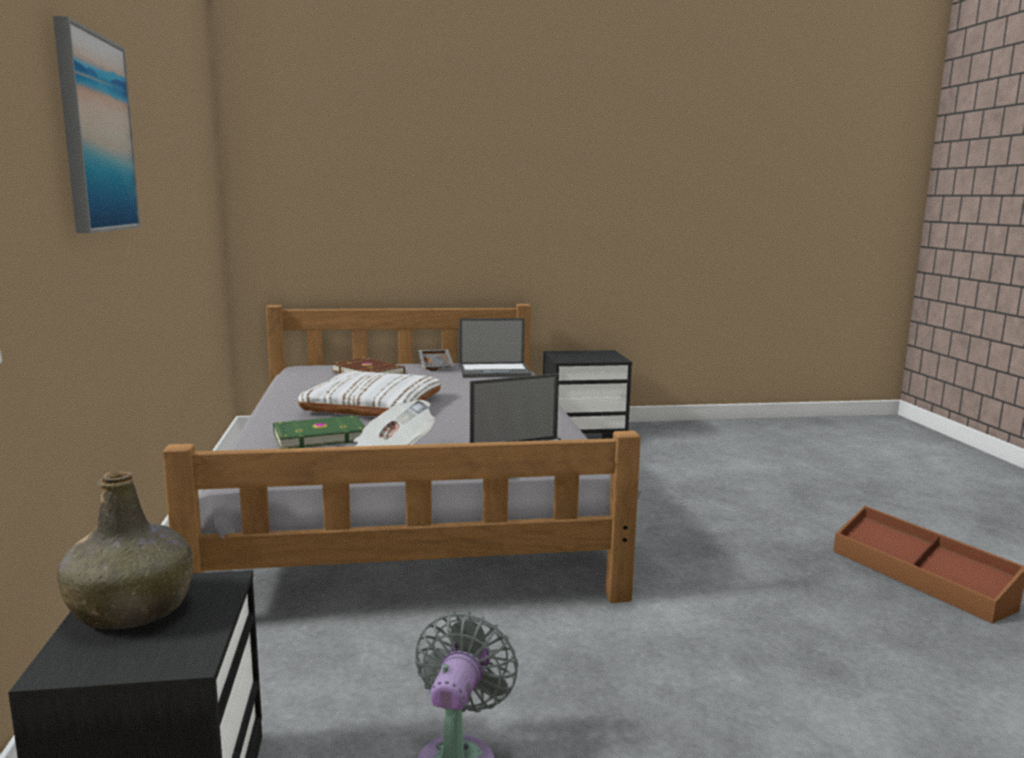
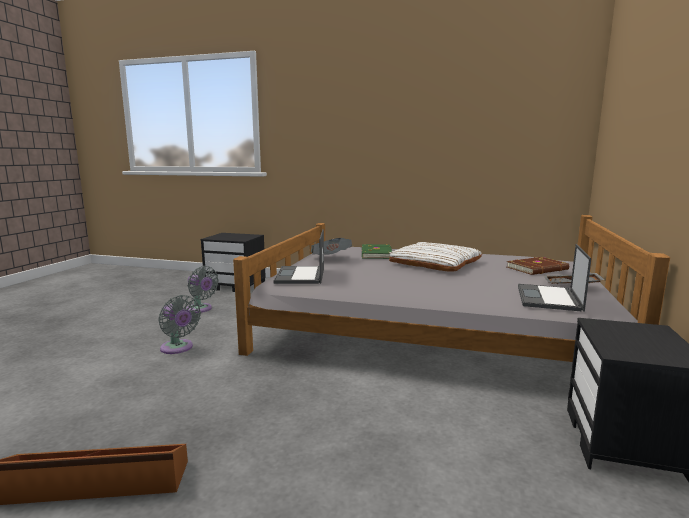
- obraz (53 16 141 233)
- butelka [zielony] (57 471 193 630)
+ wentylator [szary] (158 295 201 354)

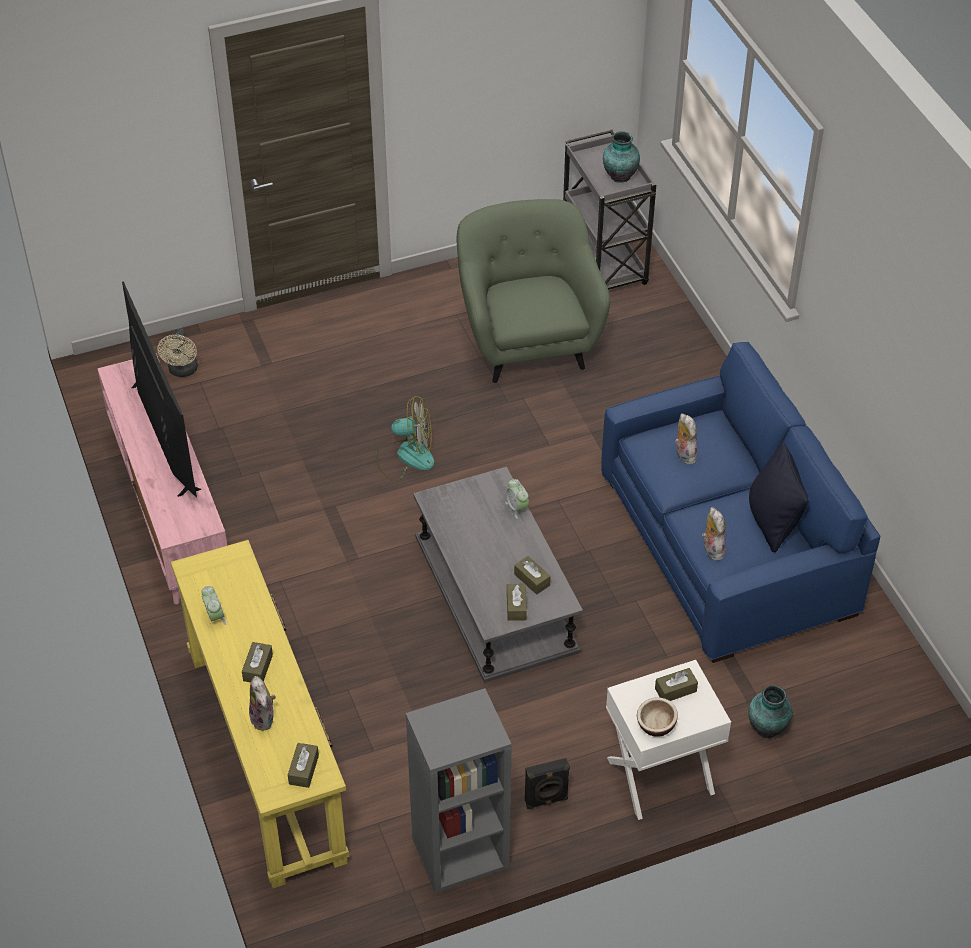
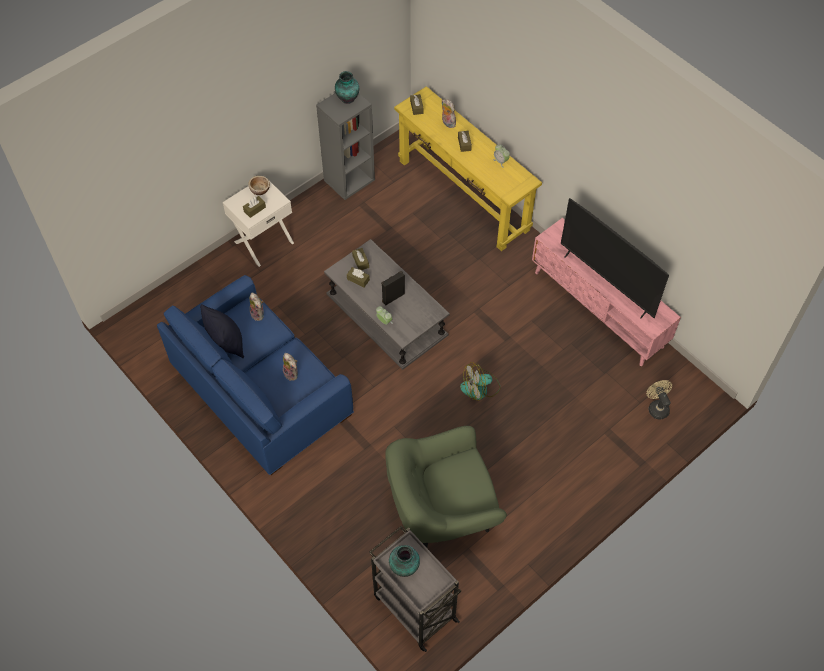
~ głośnik [czarny] (525 758 570 809) to (381 271 405 305)
~ wazon (748 685 793 738) to (335 71 359 104)
~ fotel [zielony] (457 199 610 383) = (385 426 507 548) 105 degrees clockwise

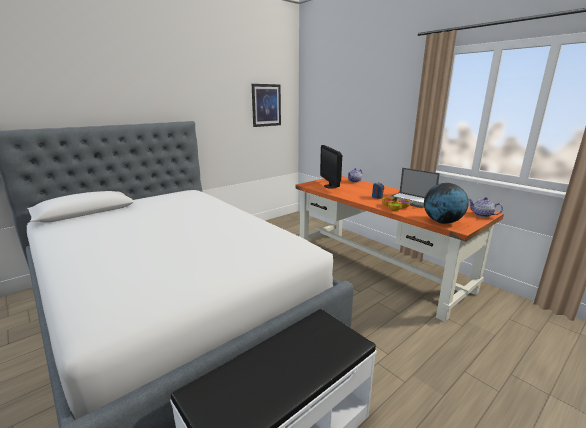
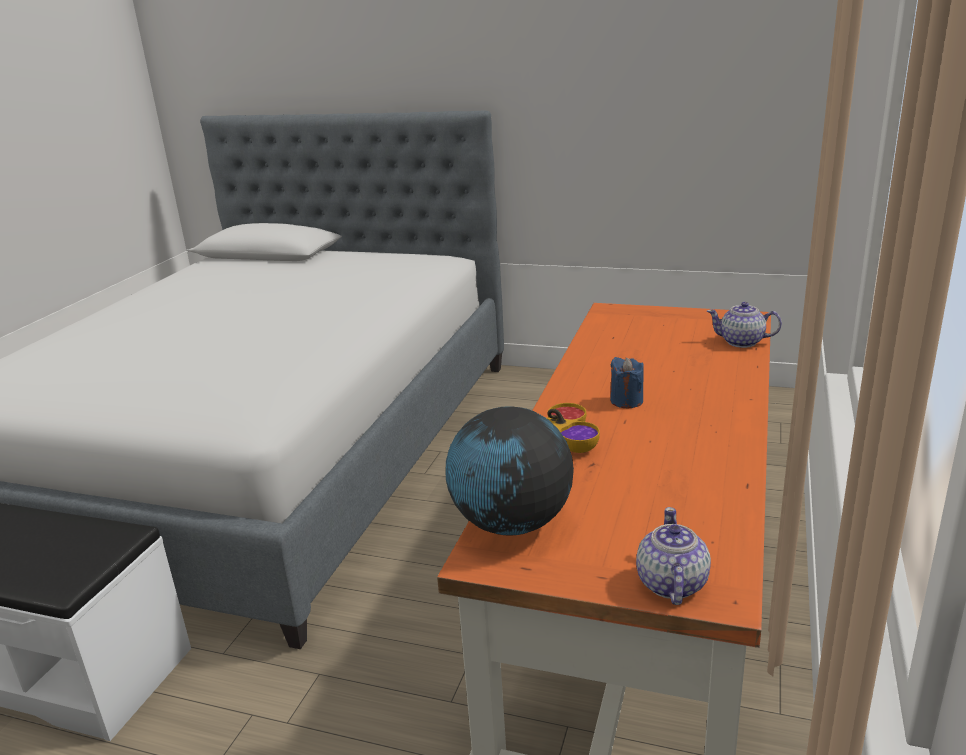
- obraz (252 84 281 127)
- monitor (320 145 342 189)
- laptop (387 168 440 208)

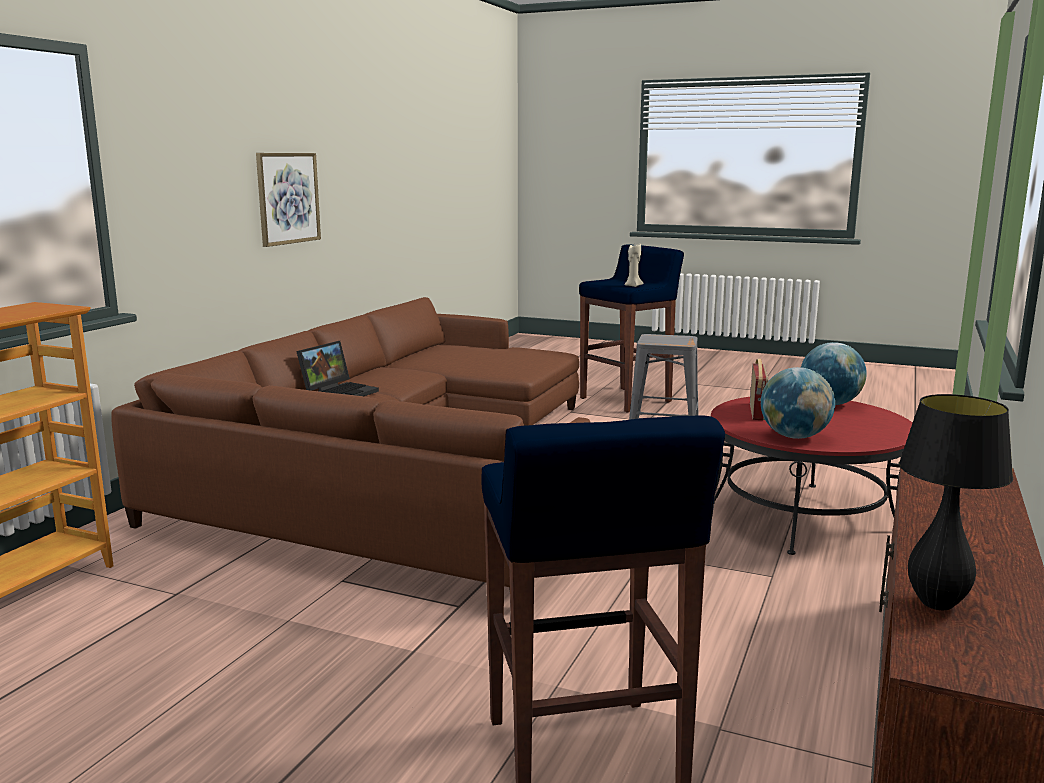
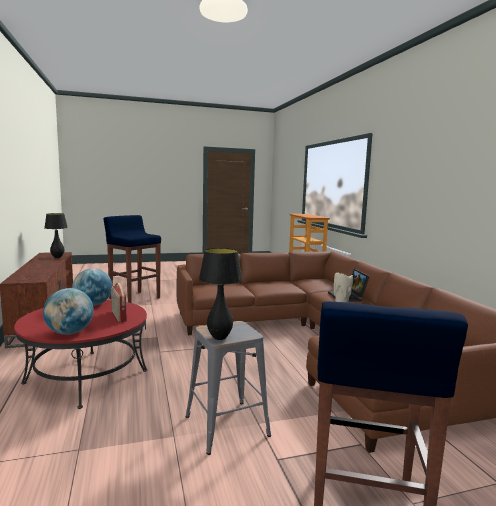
- obraz (256 153 321 247)
+ lampa stołowa [czarny] (199 248 242 340)

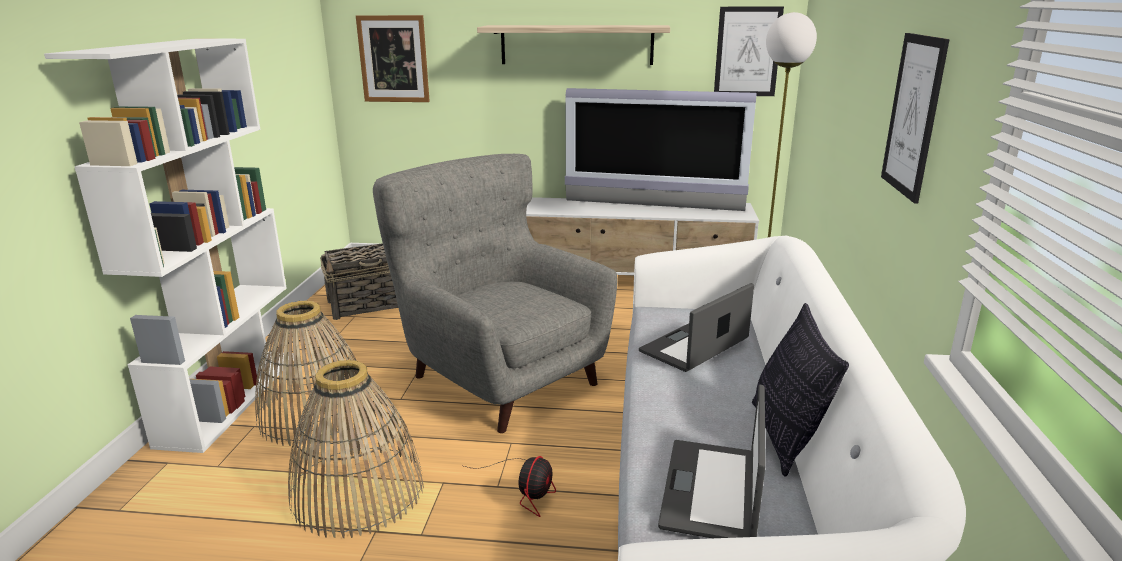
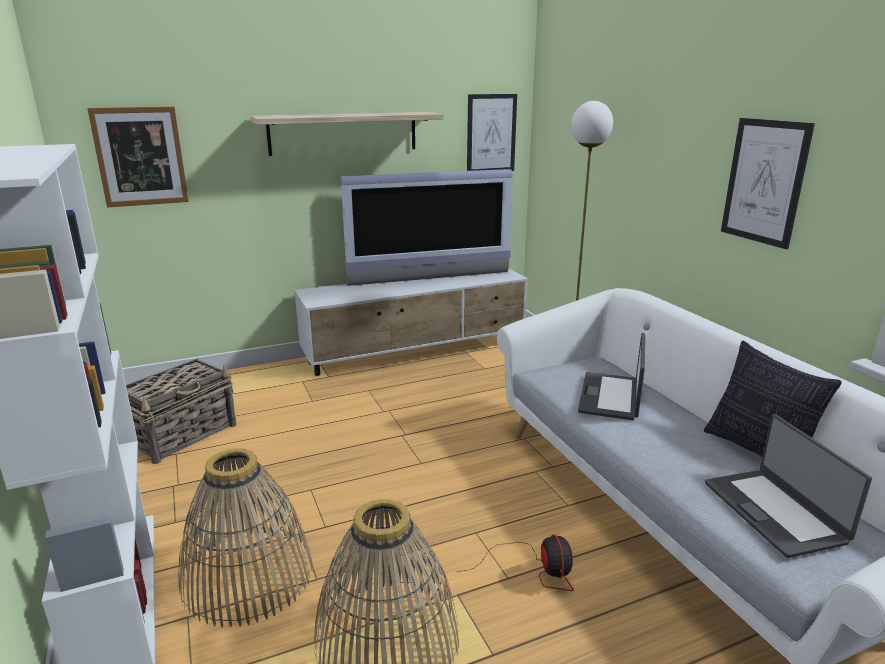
- fotel [szary] (373 154 617 433)

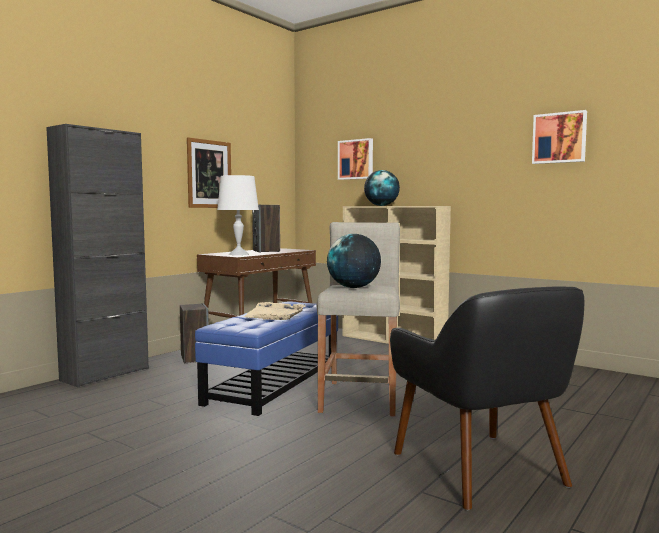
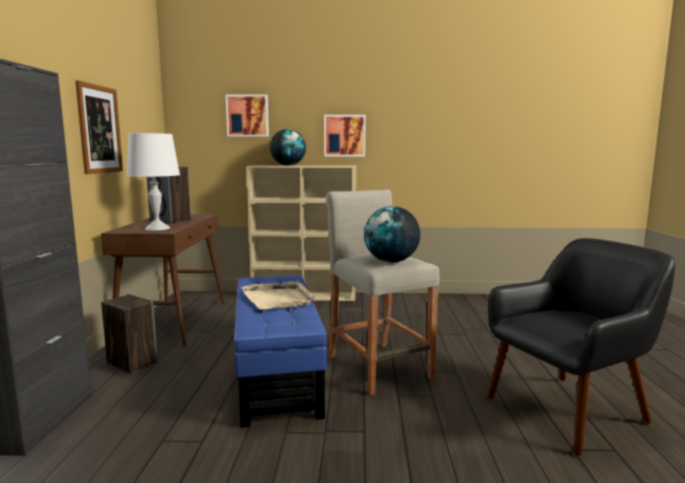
~ obraz (532 110 587 164) to (324 115 366 156)
~ fotel [czarny] (390 286 584 510) = (487 238 675 456) 60 degrees counterclockwise

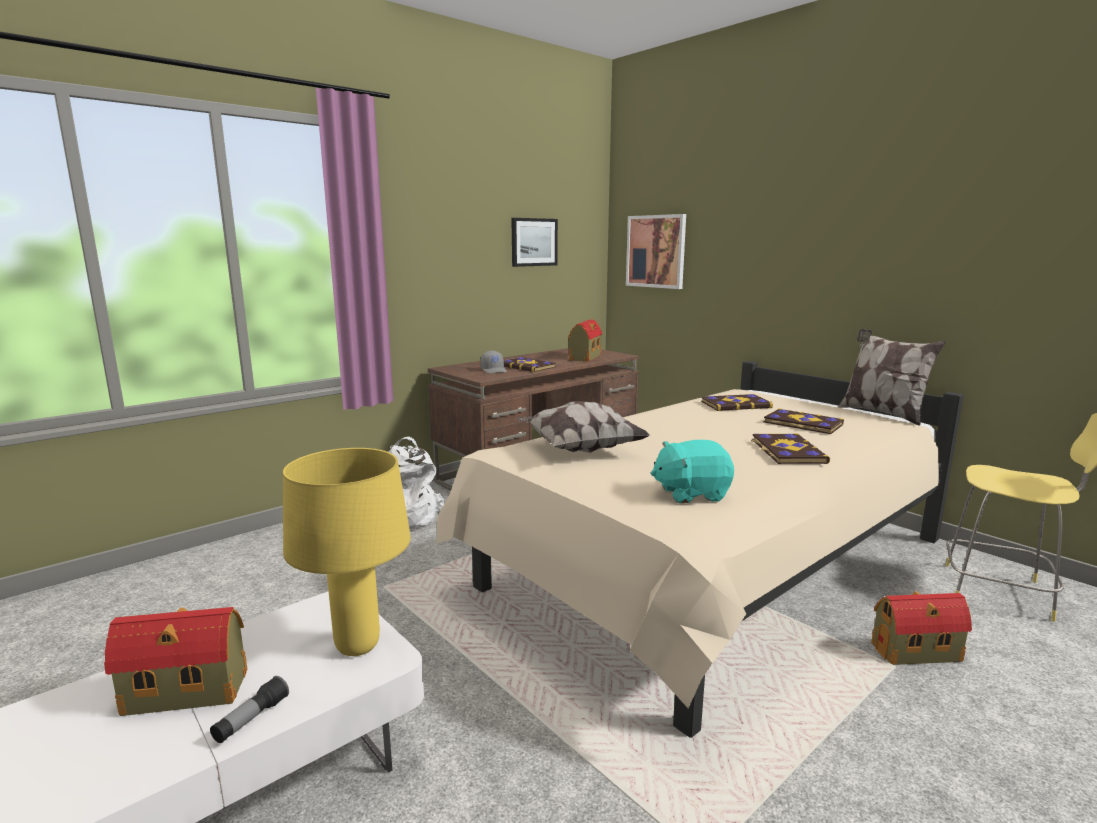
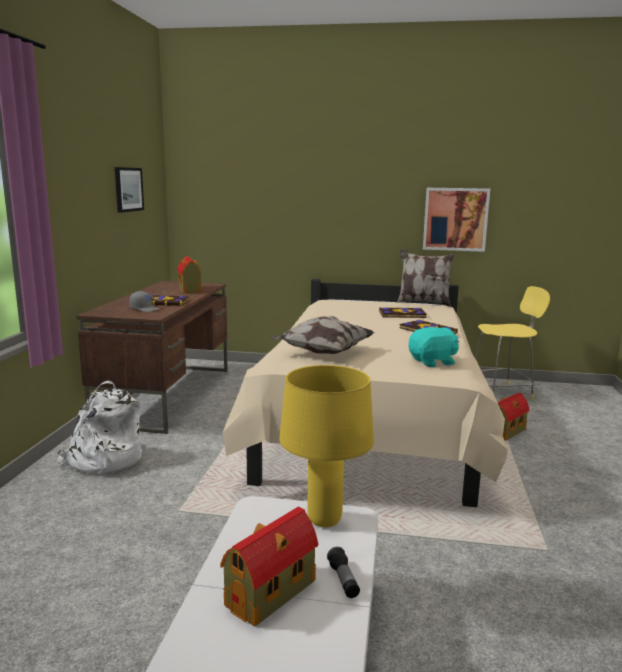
- książka (701 394 773 411)
~ obraz (626 214 686 289) to (423 188 490 252)
~ pluszak [turkusowy] (651 440 734 503) = (409 327 459 367) 150 degrees counterclockwise

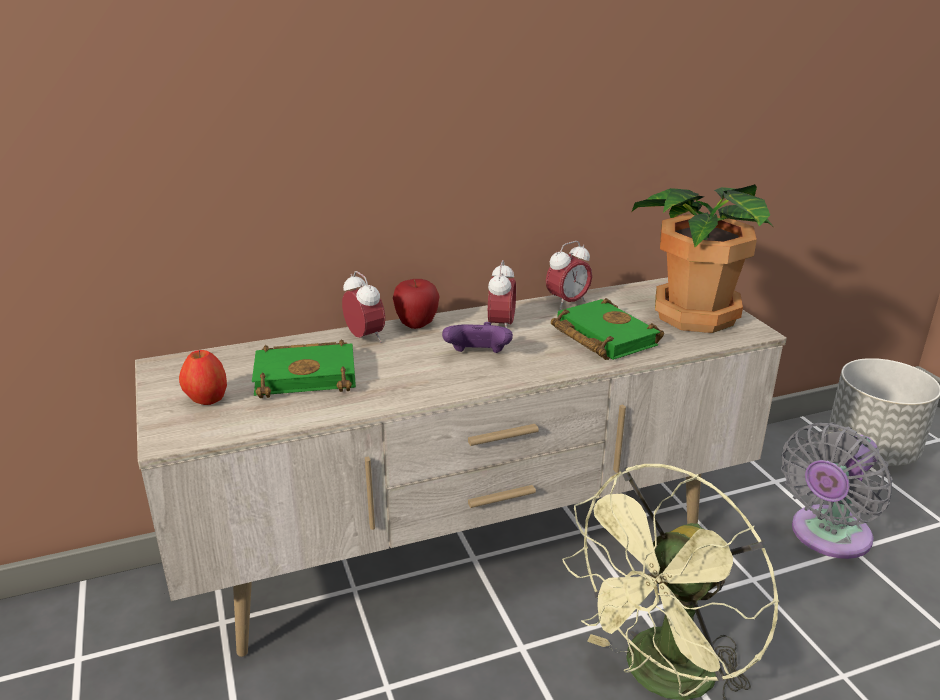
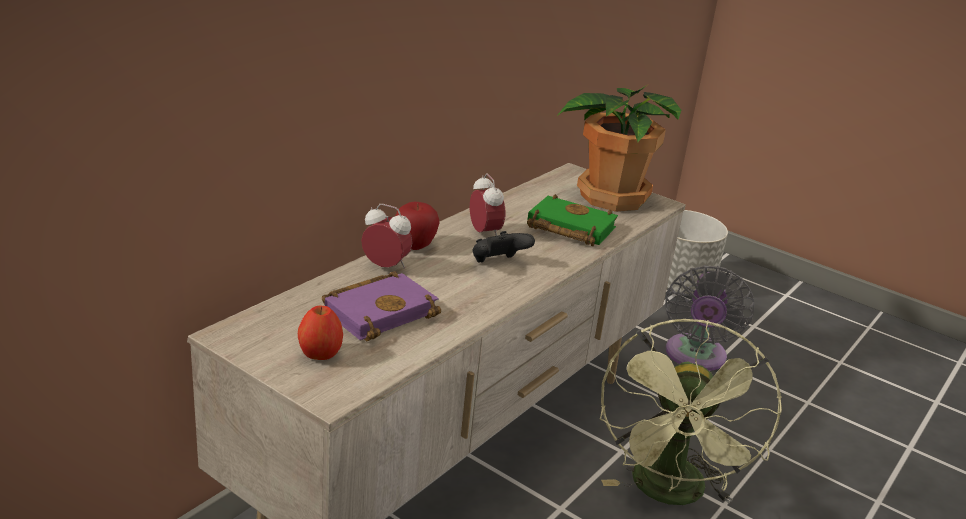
- budzik (546 241 592 310)
~ książka [zielony] (252 339 356 398) to książka [fioletowy] (322 271 441 341)
~ pad do gier [fioletowy] (442 322 513 353) to pad do gier [czarny] (472 231 535 263)

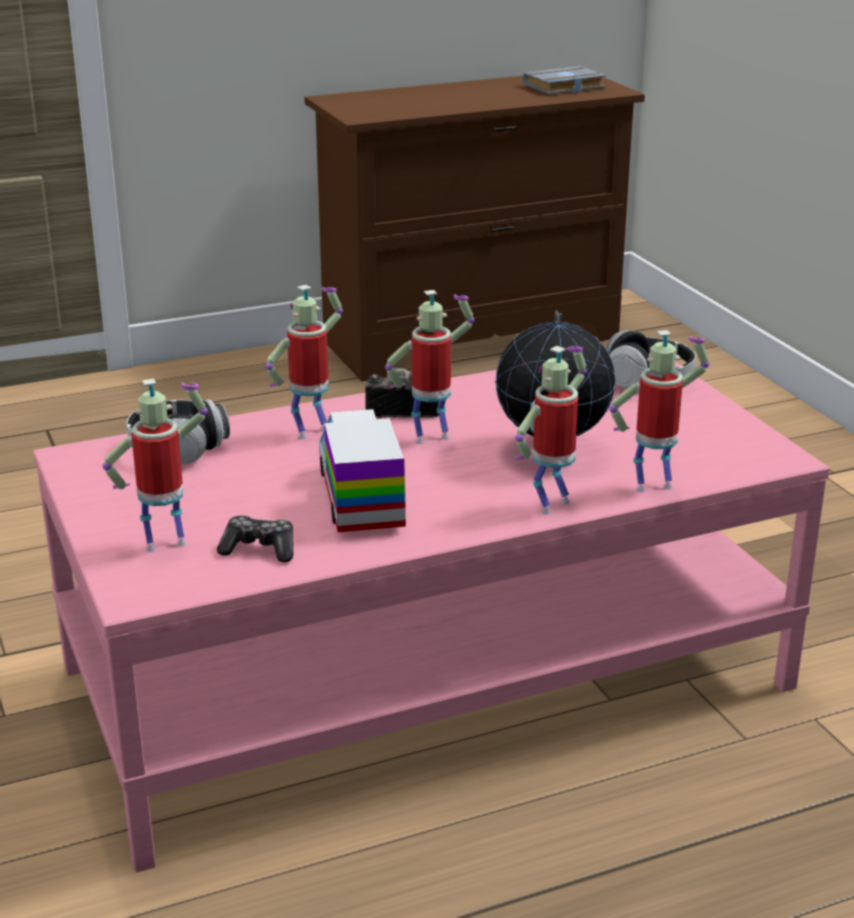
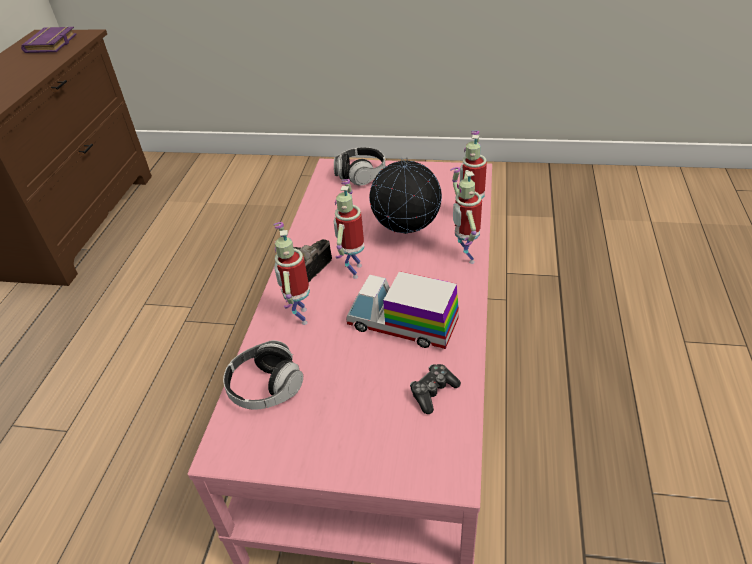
- robot zabawkowy (103 379 208 552)
~ książka [szary] (523 66 606 94) to książka [fioletowy] (21 27 77 53)

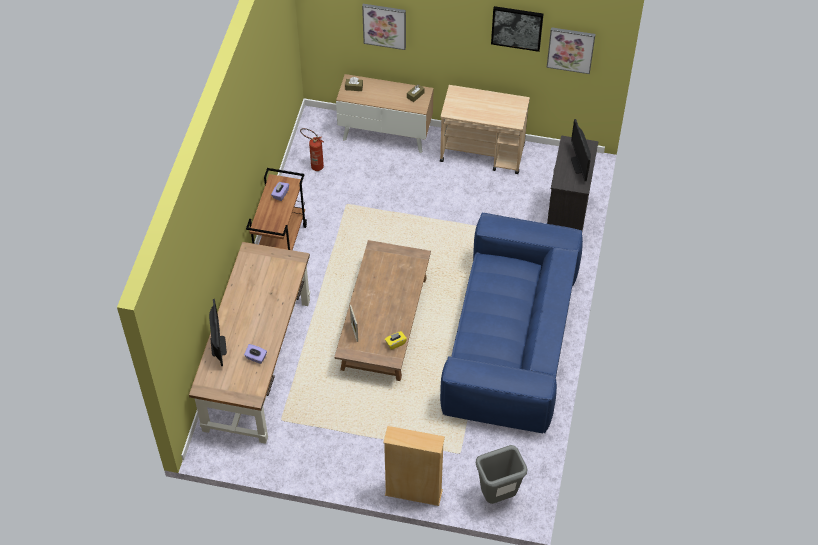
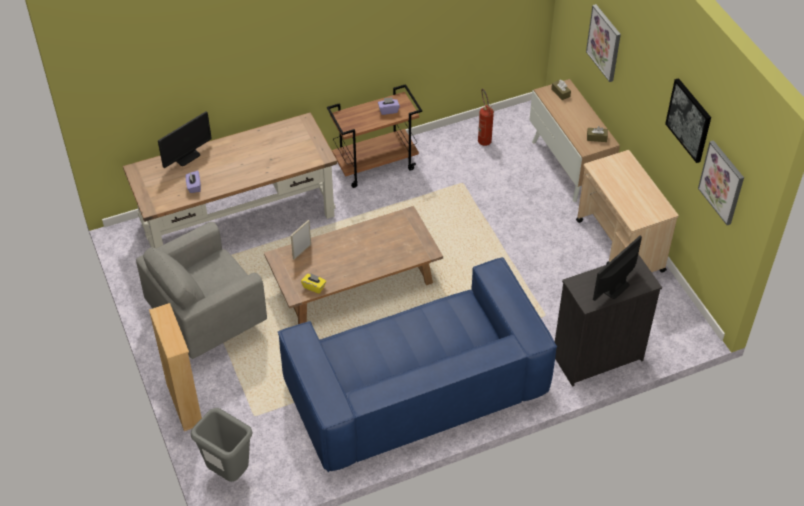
+ fotel [szary] (136 222 267 359)

